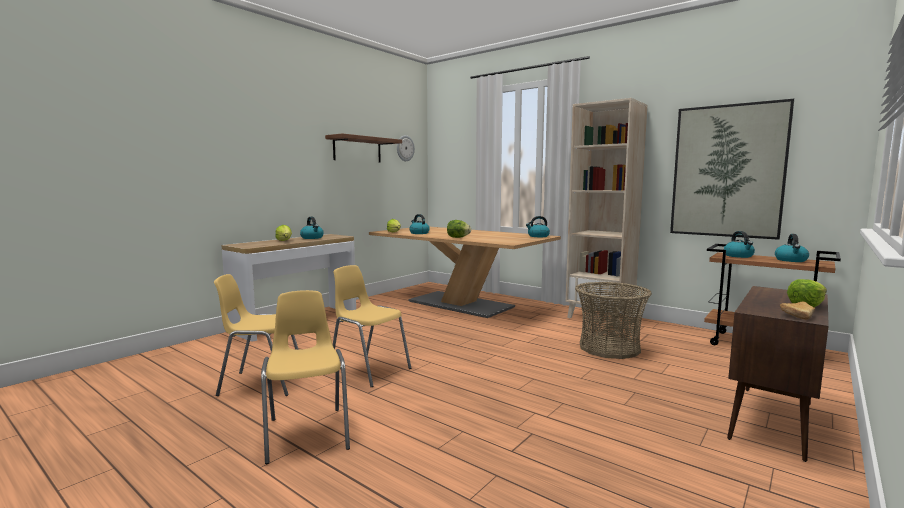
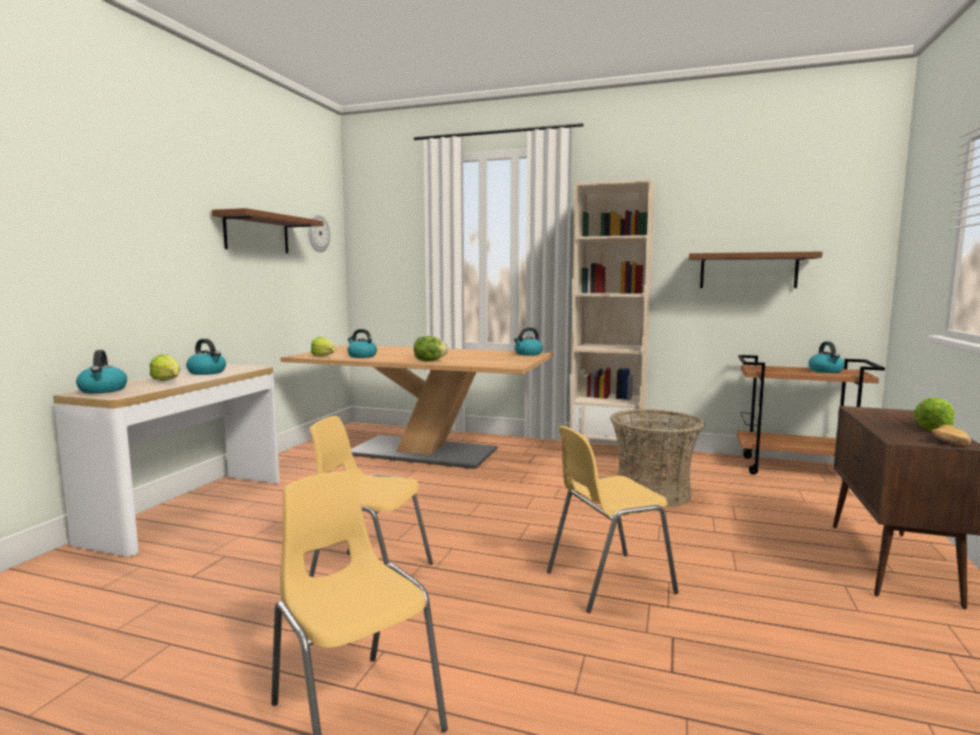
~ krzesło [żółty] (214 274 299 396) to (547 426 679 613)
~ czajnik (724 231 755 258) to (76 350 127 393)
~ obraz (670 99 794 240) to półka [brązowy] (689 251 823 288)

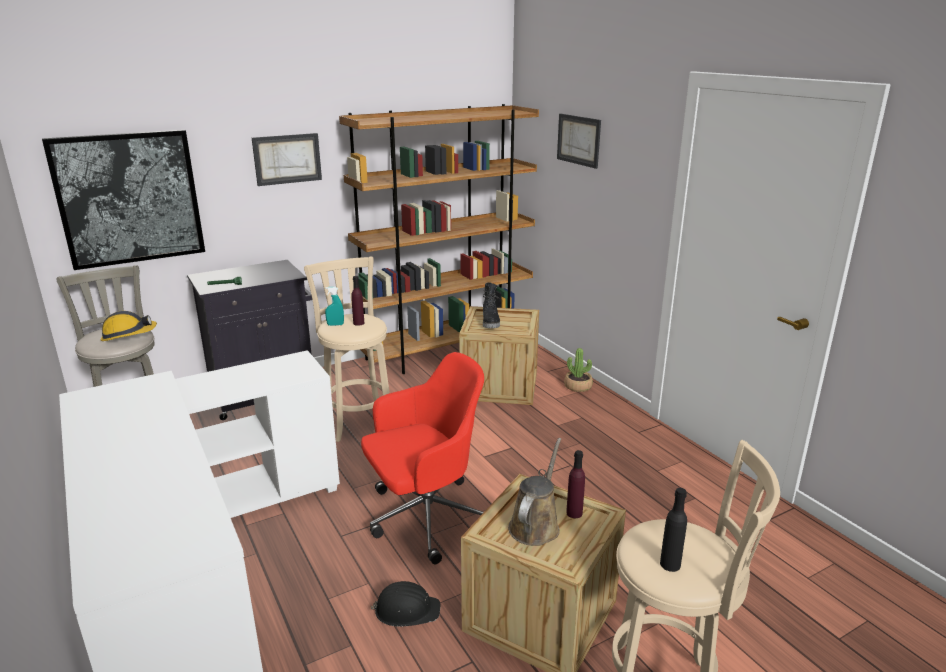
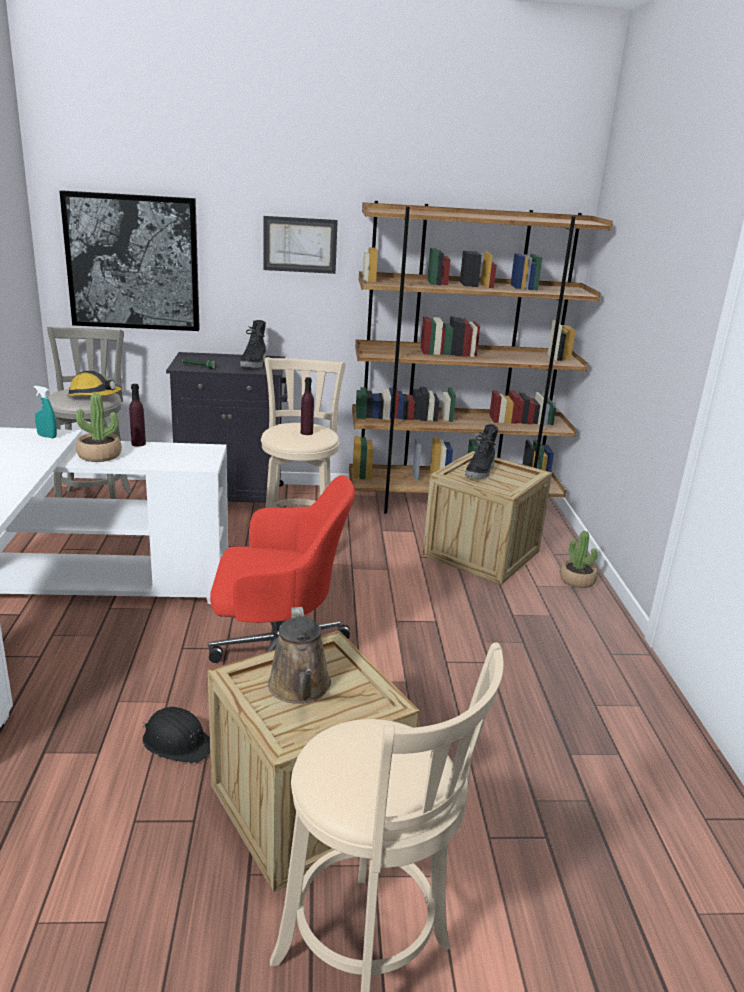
- obraz (557 114 601 169)
- butelka [czarny] (660 488 687 572)
+ roślina doniczkowa (76 393 122 462)
+ but z cholewką [czarny] (240 320 266 368)
~ spryskiwacz [turkusowy] (325 287 344 326) to (34 386 57 438)
~ butelka [fioletowy] (566 450 585 518) to (129 384 146 446)
~ konewka [brązowy] (508 438 561 546) = (268 607 331 704) 120 degrees clockwise

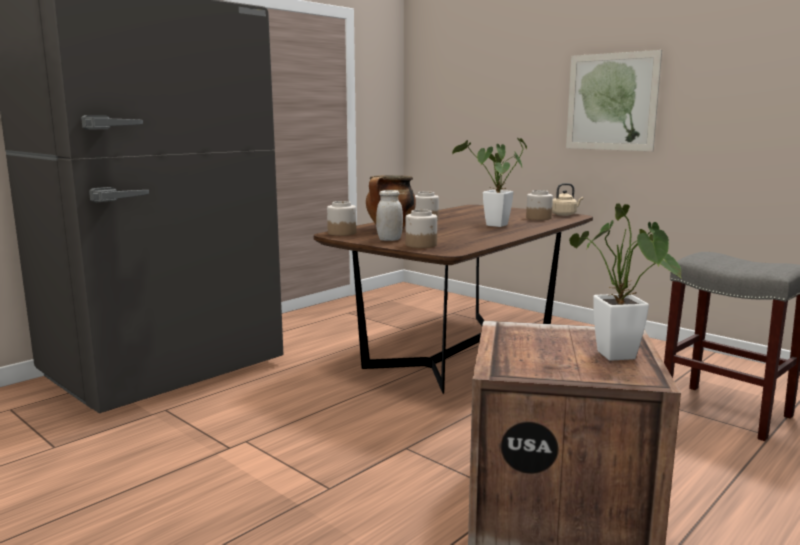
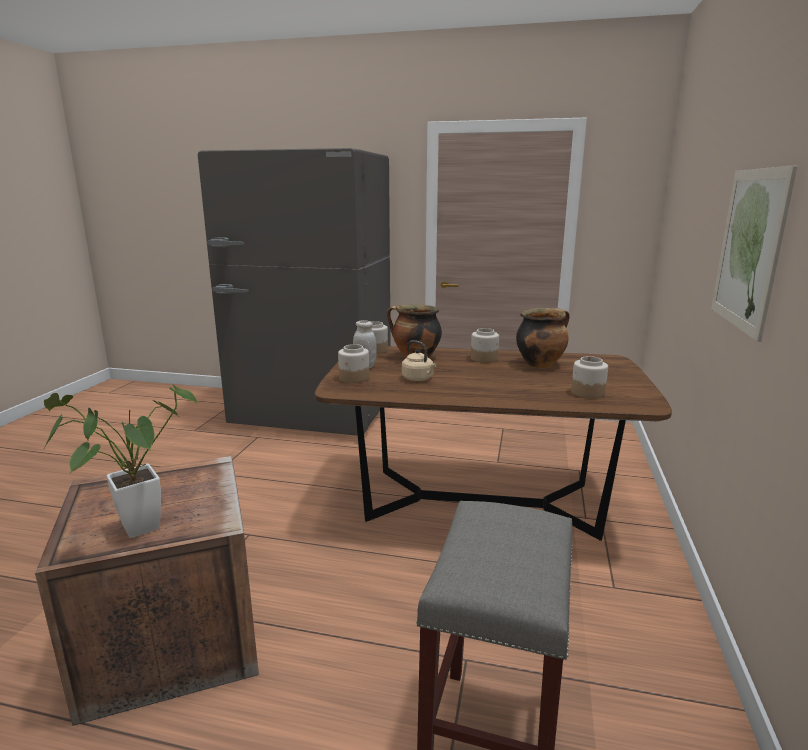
- roślina doniczkowa (452 138 527 227)
+ garnek (516 308 570 368)
~ czajnik [beżowy] (552 183 583 216) to (402 340 437 381)

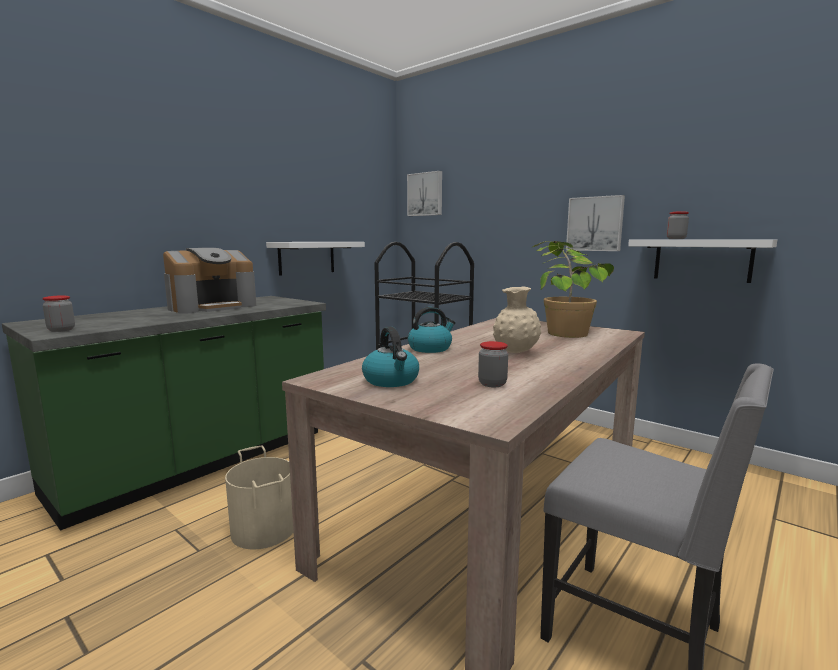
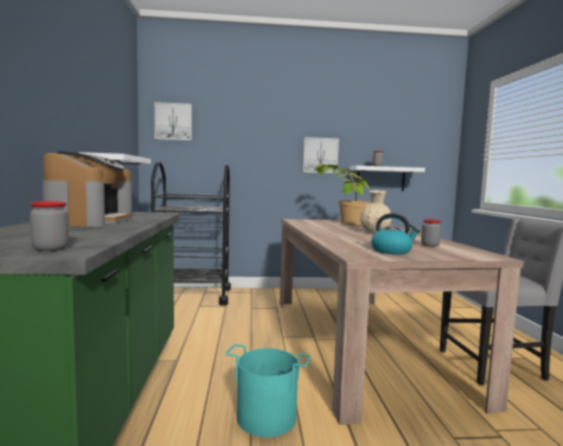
- czajnik (408 307 456 353)
~ wiadro [beżowy] (225 445 293 549) to wiadro [turkusowy] (225 344 311 437)

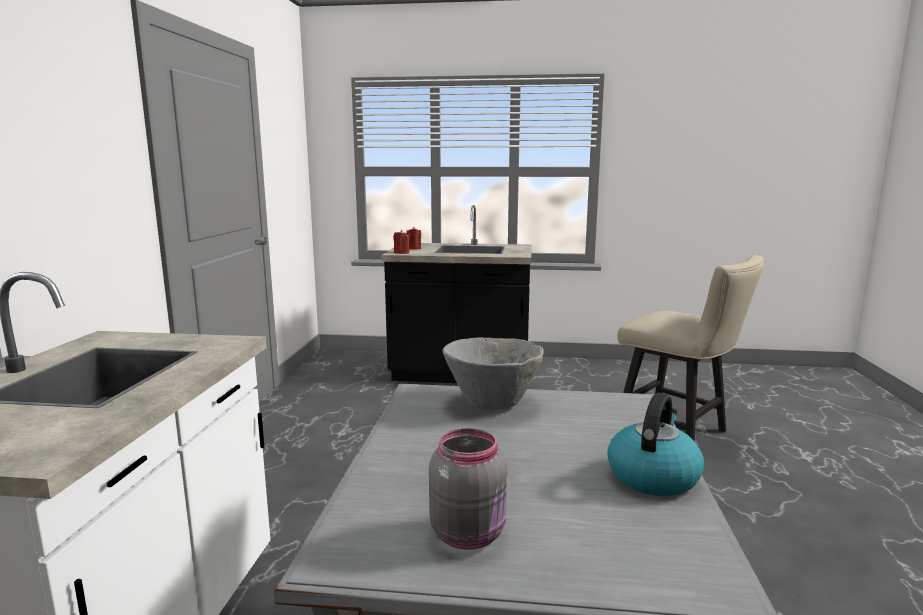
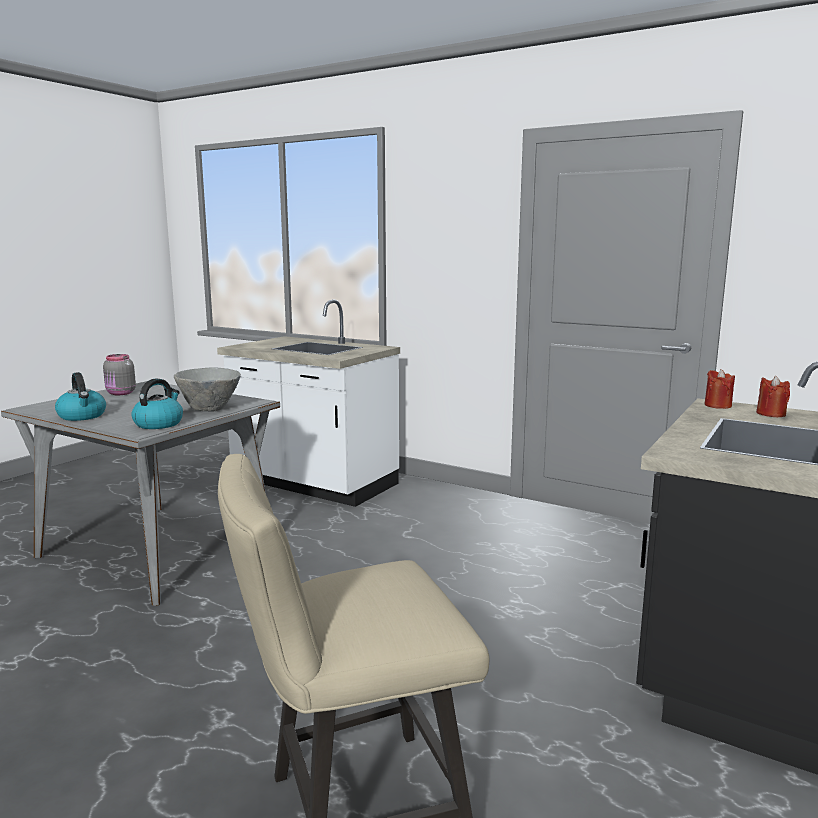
+ czajnik (131 379 183 429)

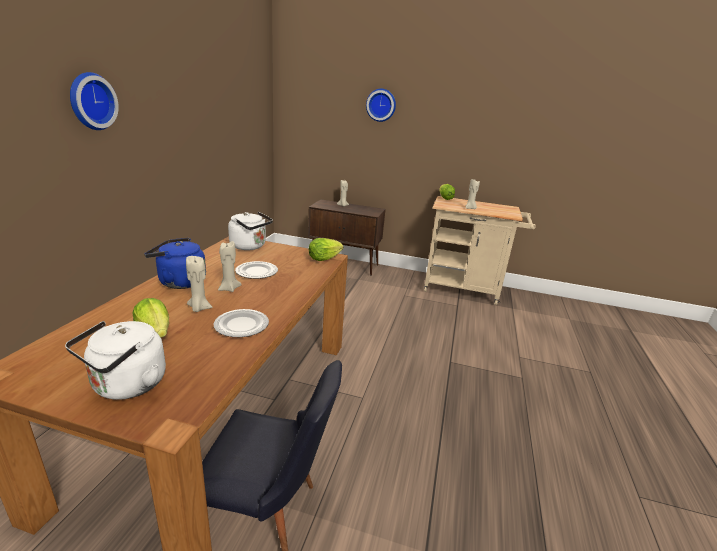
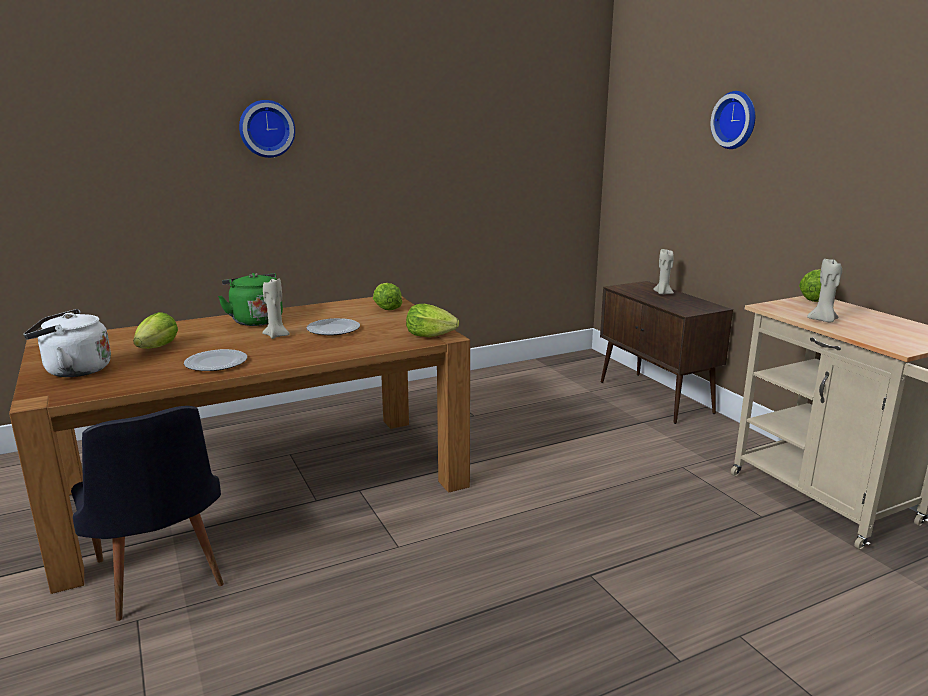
- świeca [beżowy] (186 256 212 312)
~ czajnik [biały] (228 212 273 250) to sałata (373 283 402 310)
~ czajnik [niebieski] (144 238 206 289) to czajnik [zielony] (218 273 283 326)

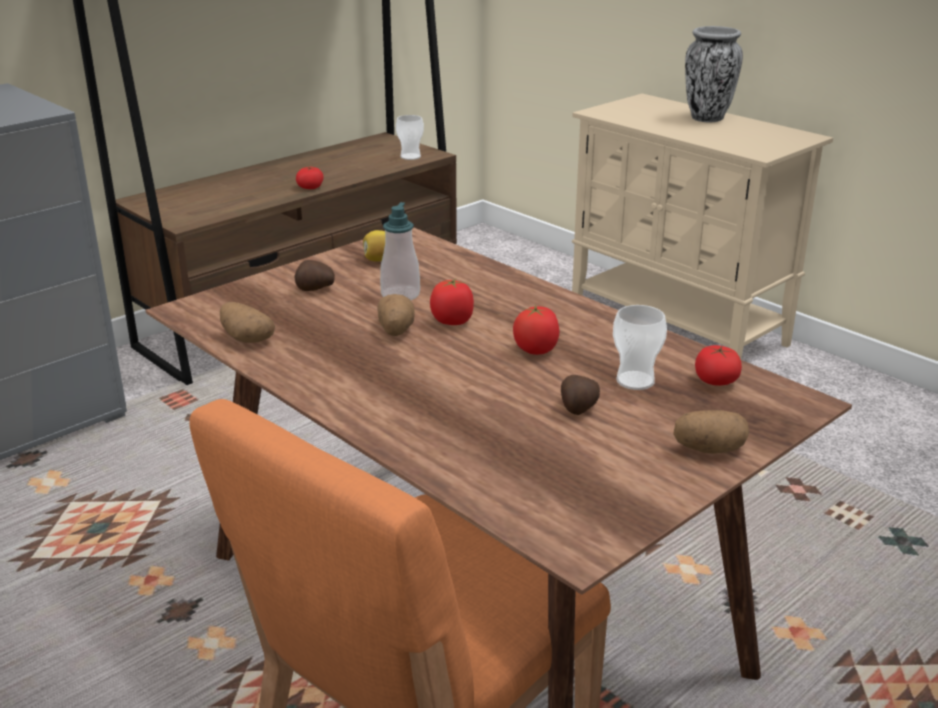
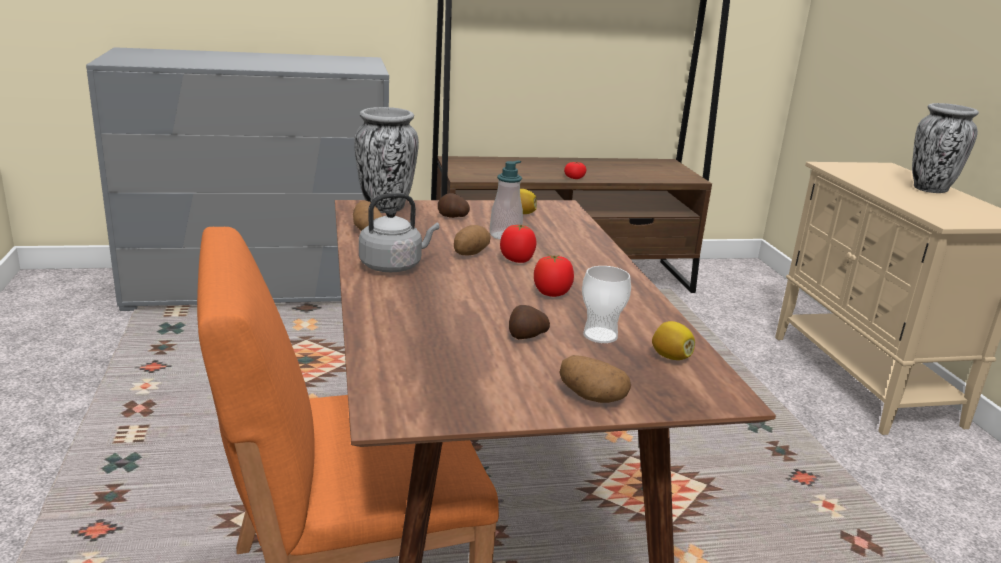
- filiżanka (396 115 424 160)
+ wazon (354 107 419 213)
+ czajnik [szary] (359 193 439 272)
~ pomidor (695 345 742 386) to cytryna (652 321 695 360)

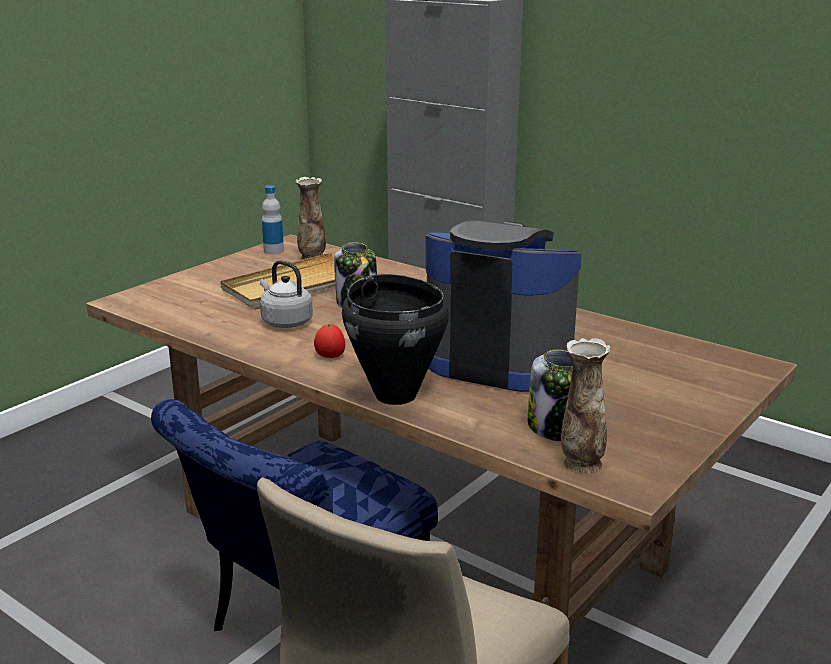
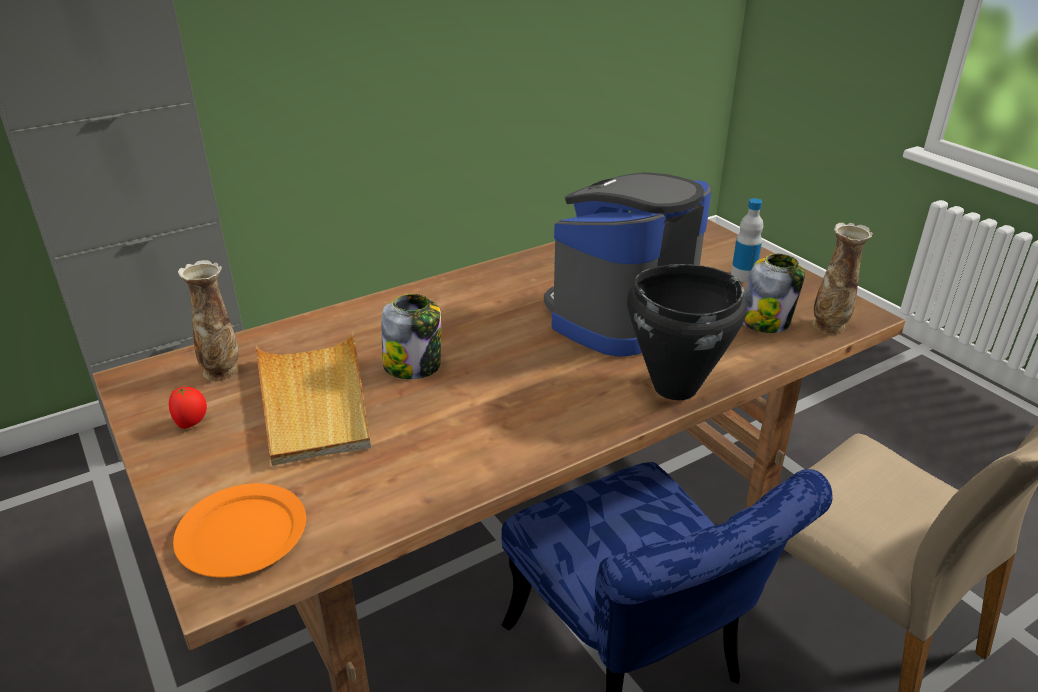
- czajnik [szary] (260 260 313 328)
+ talerz [pomarańczowy] (173 483 306 578)
~ butelka (262 185 284 254) to (731 198 763 282)
~ pomidor (314 324 345 358) to (169 386 207 429)

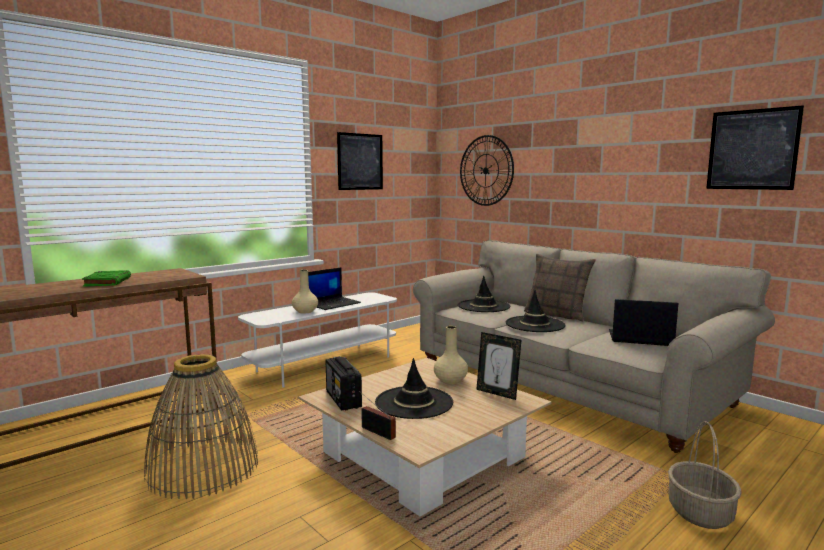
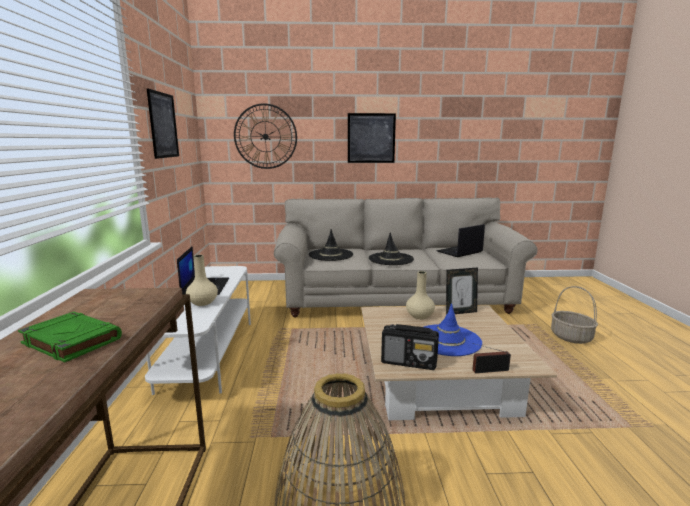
- poduszka (524 254 596 322)
~ obraz (706 105 804 190) to (348 113 396 163)
~ kapelusz [czarny] (375 358 453 419) to kapelusz [niebieski] (424 303 482 356)

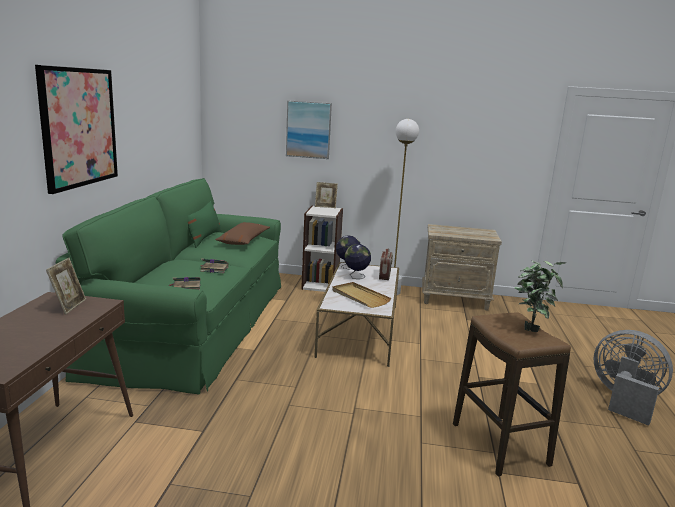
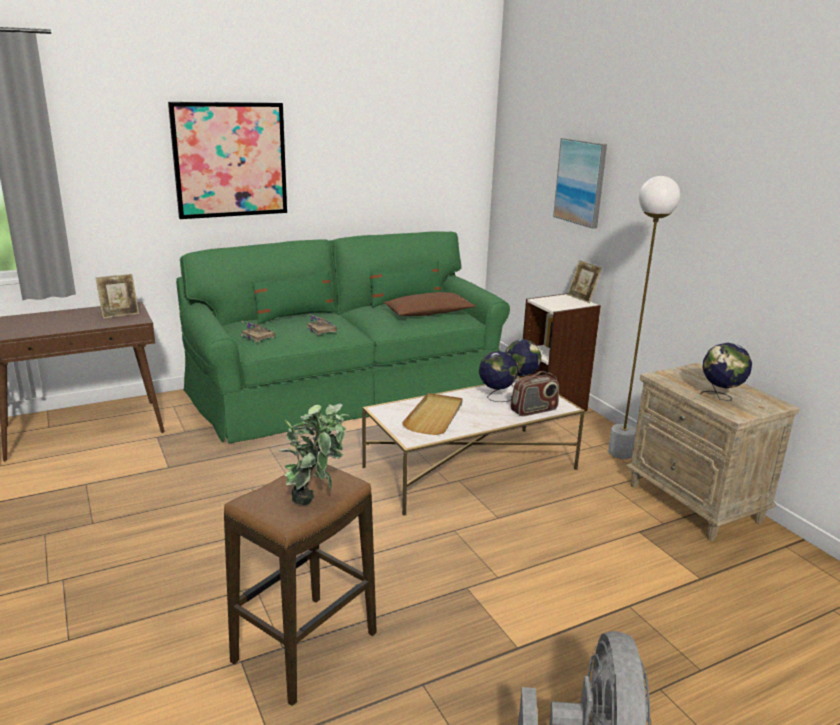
+ poduszka [zielony] (251 270 337 325)
+ globus (701 343 752 401)

